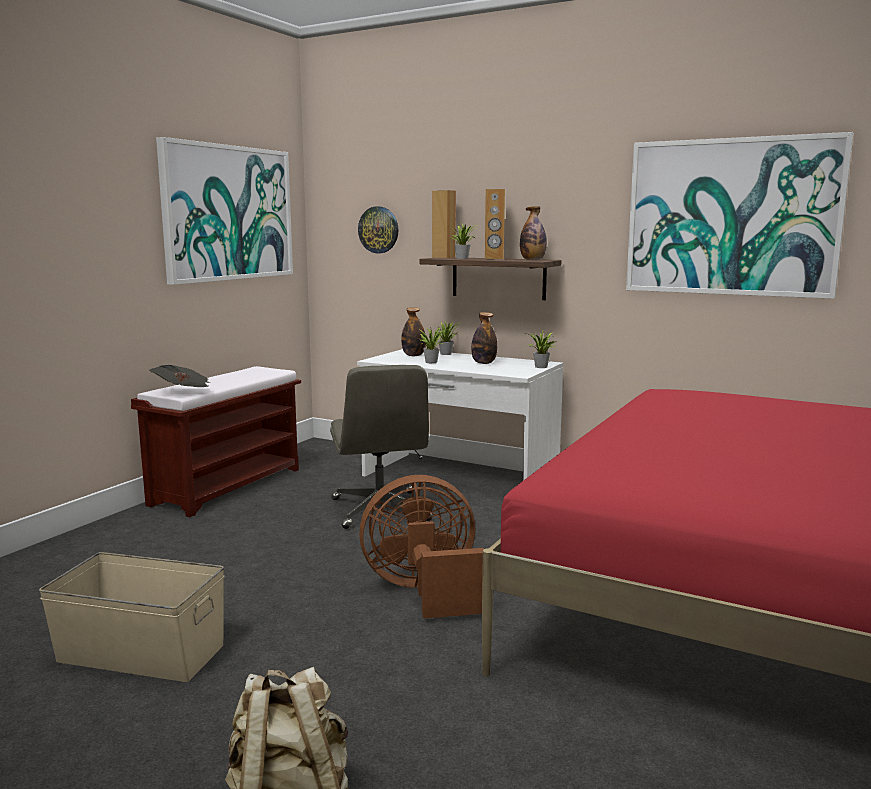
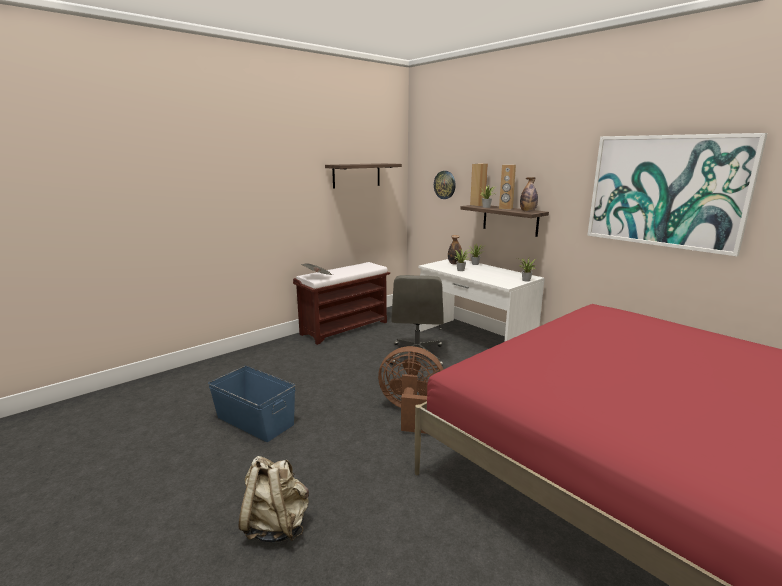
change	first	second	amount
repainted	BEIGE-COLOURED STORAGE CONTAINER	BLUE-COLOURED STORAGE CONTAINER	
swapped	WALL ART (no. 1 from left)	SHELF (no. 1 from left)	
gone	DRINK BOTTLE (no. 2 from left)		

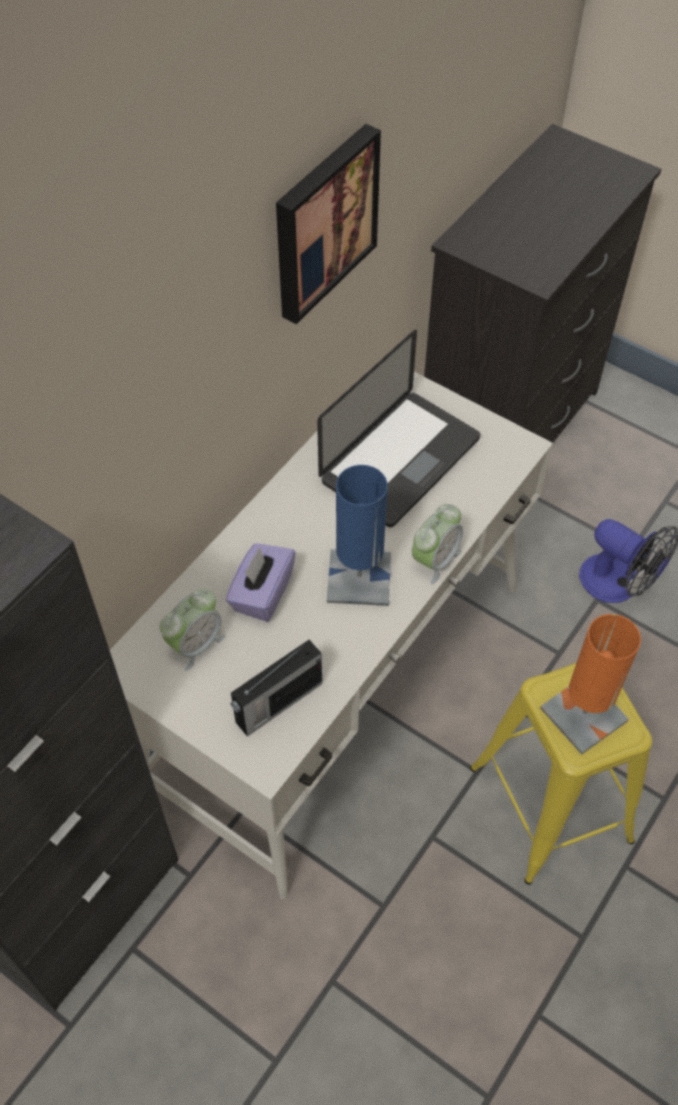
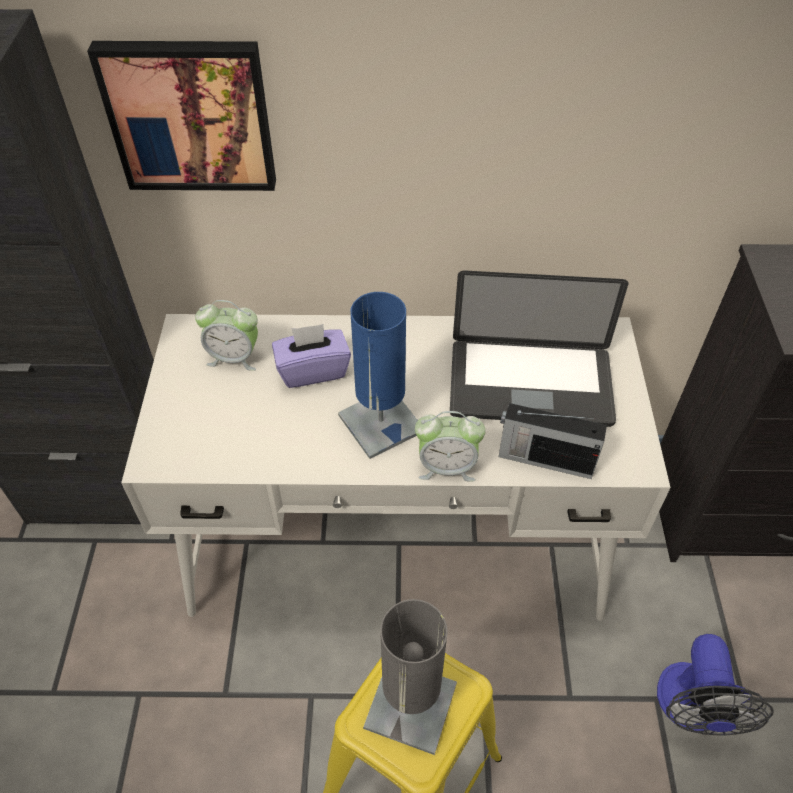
change	first	second	amount
shifted	WALL ART		
repainted	ORANGE TABLE LAMP	GREY TABLE LAMP	
shifted	RADIO		

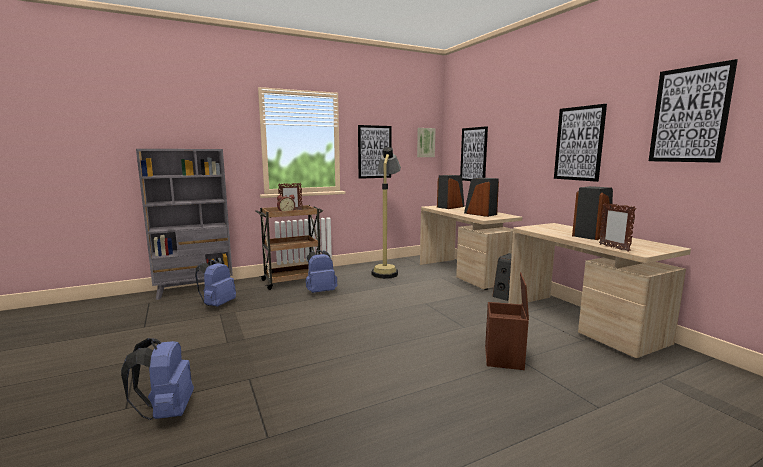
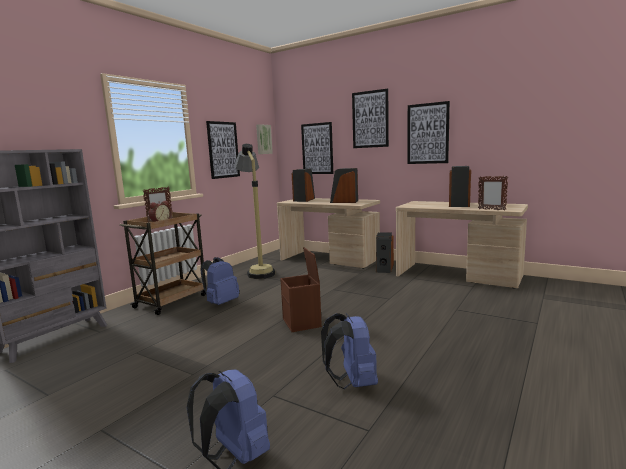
change	first	second	amount
shifted	BROWN STORAGE CONTAINER		
shifted	BLUE-COLOURED RUCKSACK (no. 2 from left in the first image)	BLUE-COLOURED RUCKSACK (no. 3 from left)	
shifted	WALL ART (no. 5 from left in the first image)	WALL ART (no. 4 from left)	

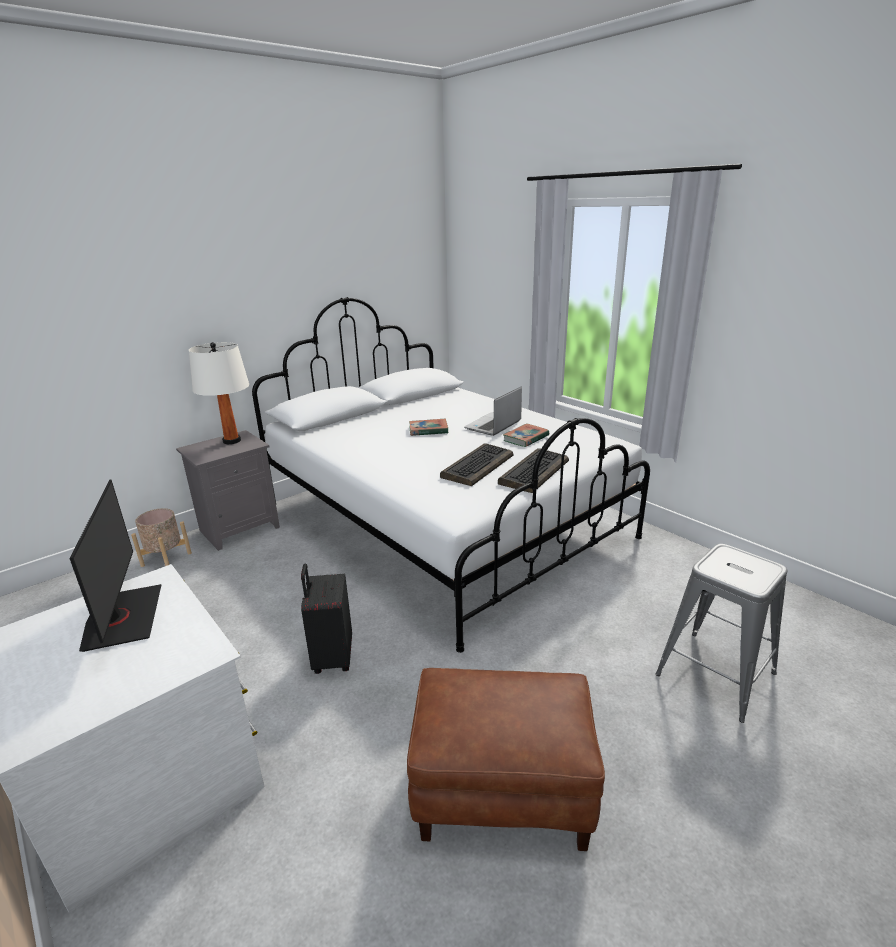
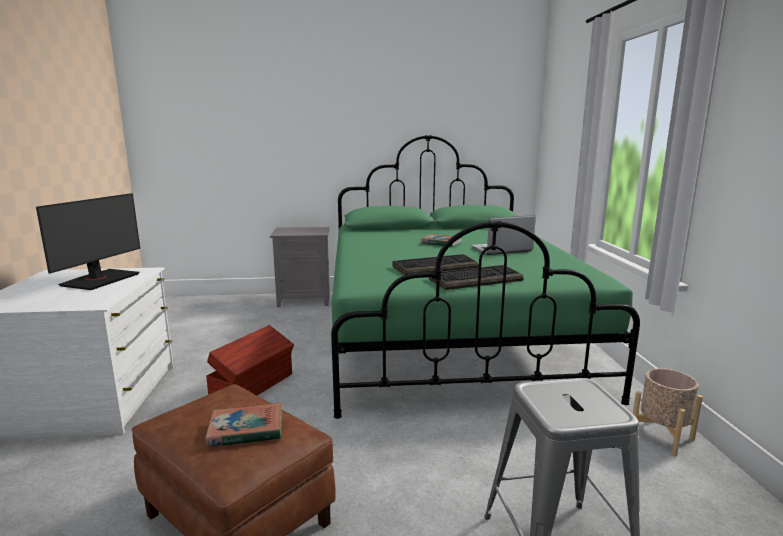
change	first	second	amount
swapped	BLACKISH SUITCASE	BROWN STORAGE CONTAINER	
shifted	BOOK (no. 2 from left in the first image)	BOOK (no. 1 from left)	
repainted	WHITE-COLOURED BEDROOM BED	GREENISH BEDROOM BED	
shifted	BEIGE-COLOURED PLANTER		
gone	WHITE-COLOURED TABLE LAMP		

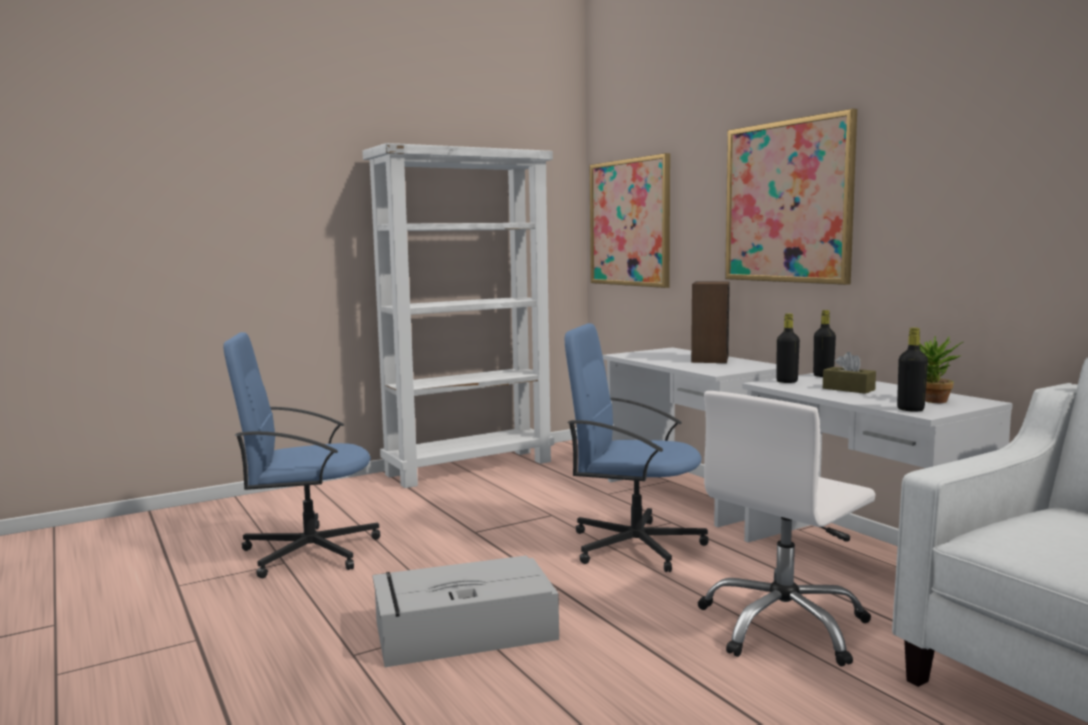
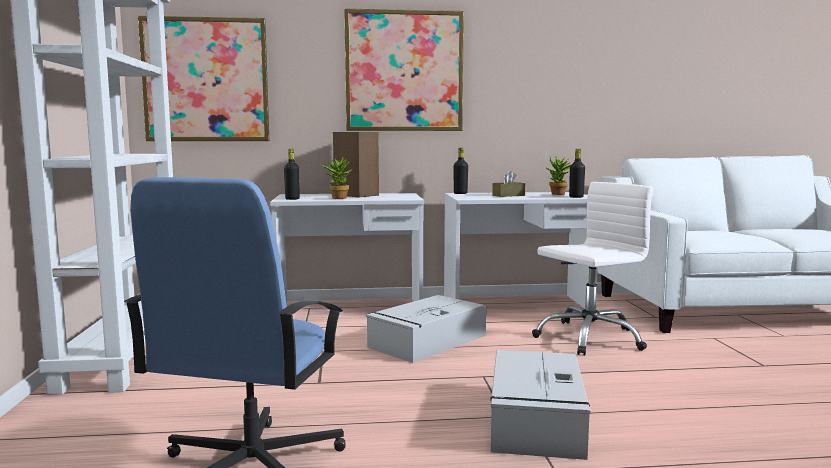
change	first	second	amount
shifted	BLACKISH DRINK BOTTLE (no. 1 from left)		
new		HOUSEPLANT (no. 1 from left)	
swapped	BLUE-COLOURED OFFICE CHAIR (no. 2 from left)	GREY STORAGE CONTAINER (no. 1 from left)	
rotated	WHITE-COLOURED OFFICE CHAIR		105 degrees counterclockwise

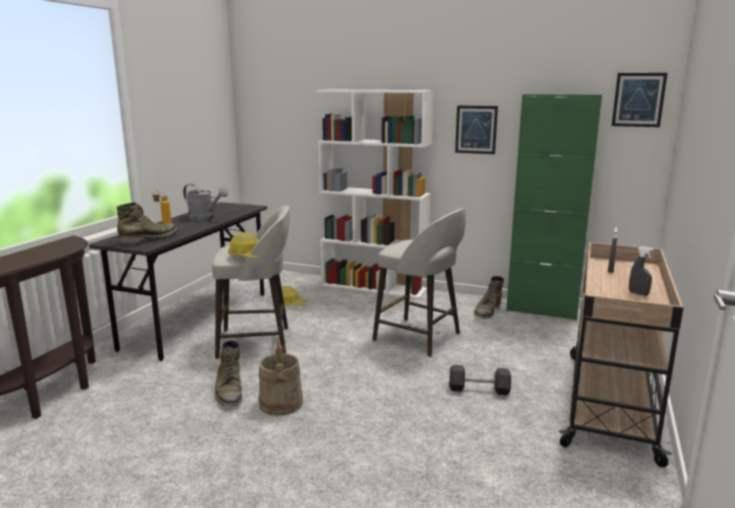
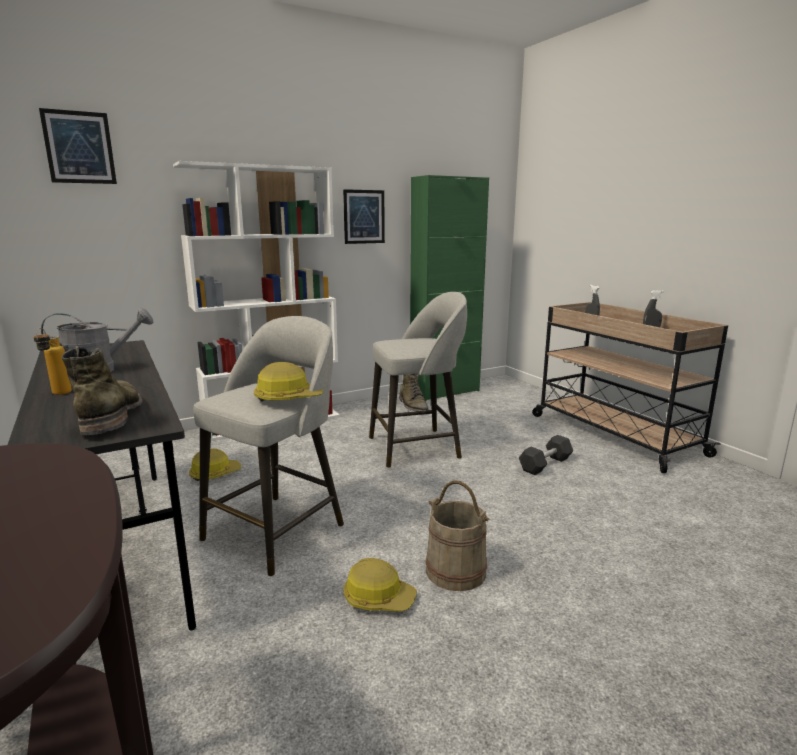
change	first	second	amount
shifted	WALL ART (no. 2 from left in the first image)	WALL ART (no. 1 from left)	
swapped	GREENISH TALL BOOT (no. 2 from left)	HARD HAT (no. 3 from left)	

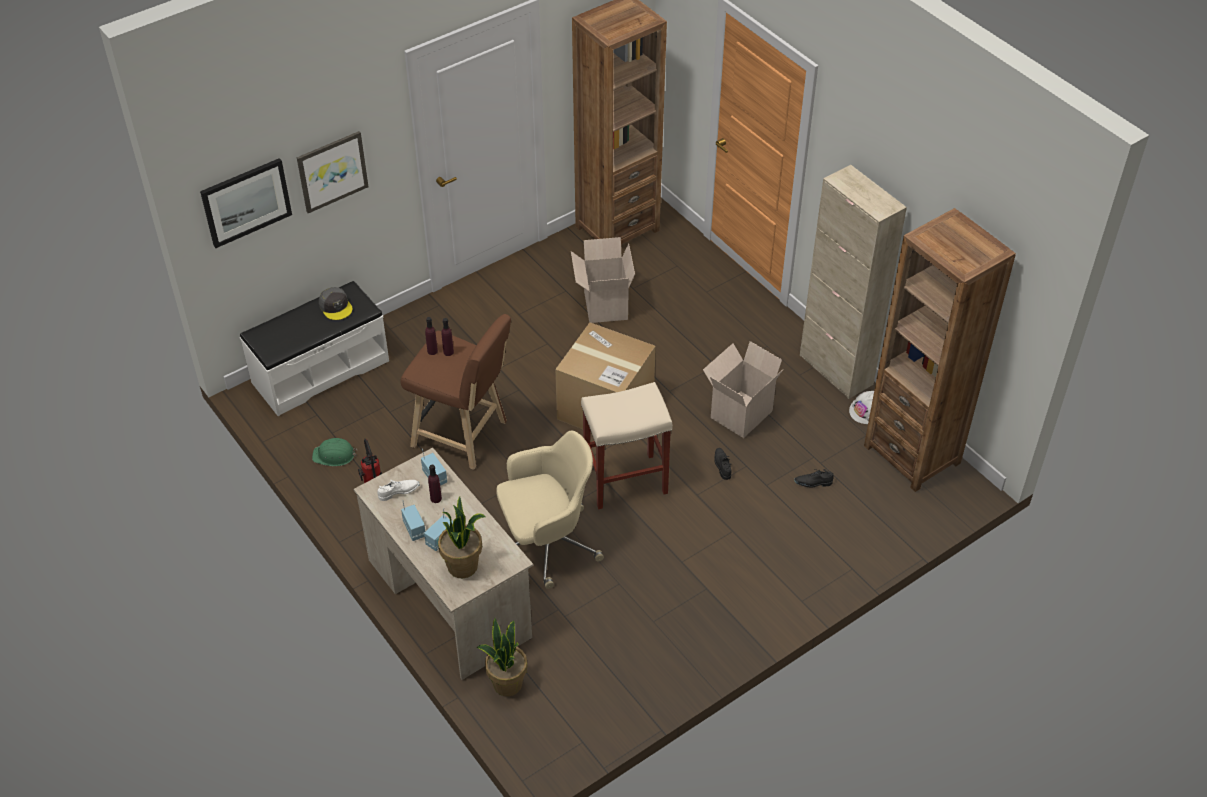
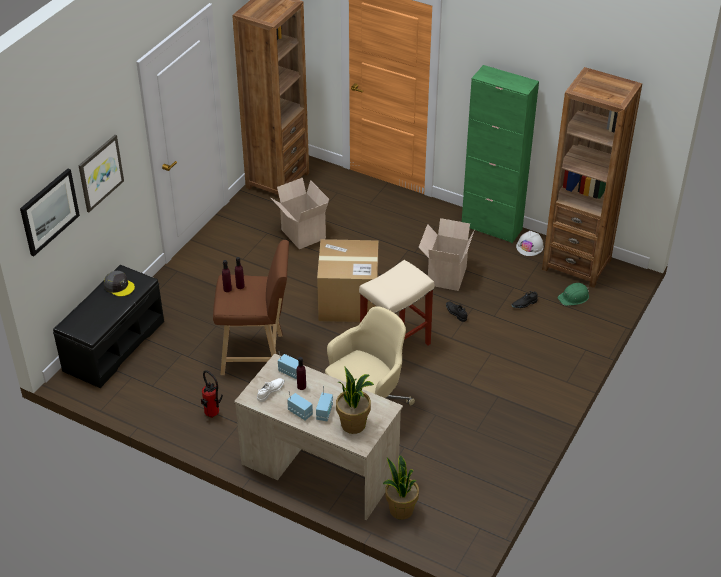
change	first	second	amount
repainted	WHITE-COLOURED LONG SEAT	BLACKISH LONG SEAT	
repainted	BEIGE-COLOURED STORAGE CABINET	GREENISH STORAGE CABINET	
shifted	GREENISH HARD HAT		

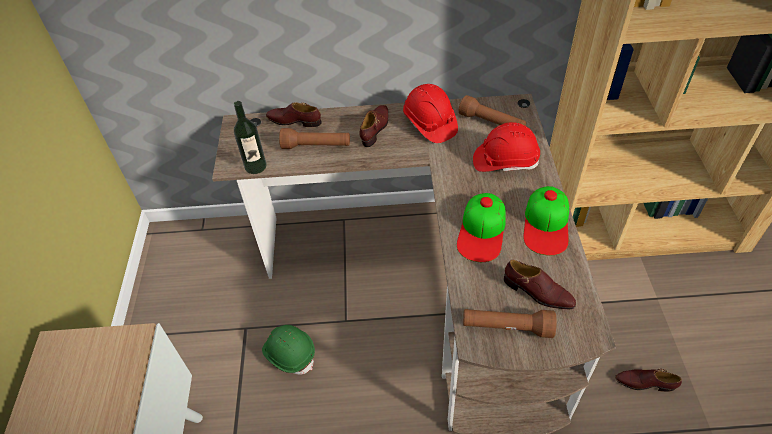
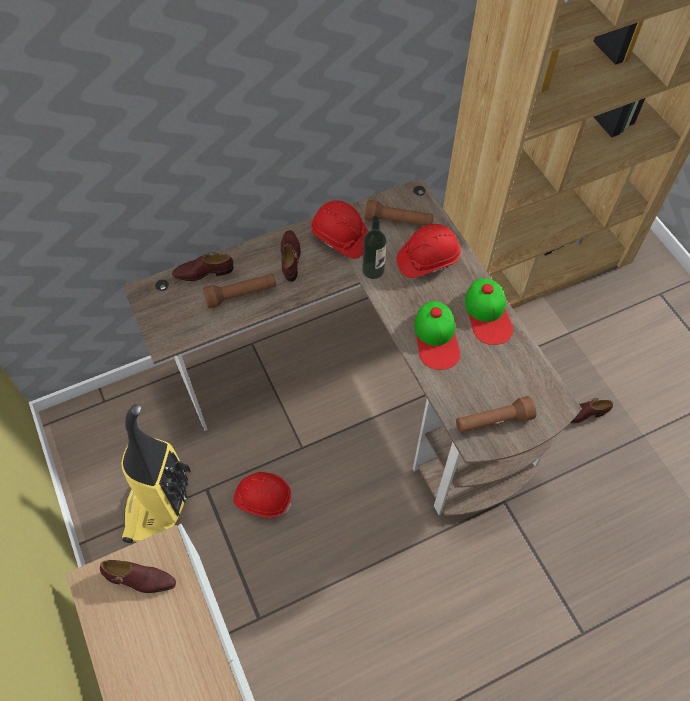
change	first	second	amount
shifted	BROWN LOW SHOE (no. 3 from left in the first image)	BROWN LOW SHOE (no. 1 from left)	
new		HOOVER	
repainted	GREENISH HARD HAT	RED-COLOURED HARD HAT (no. 1 from left)	
shifted	DRINK BOTTLE		

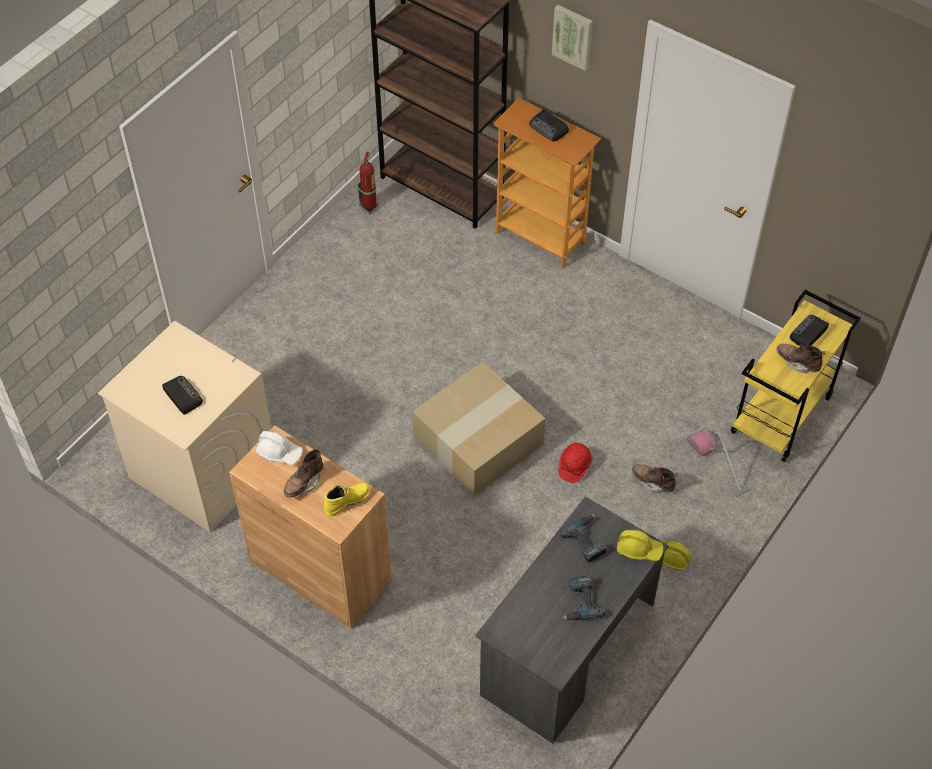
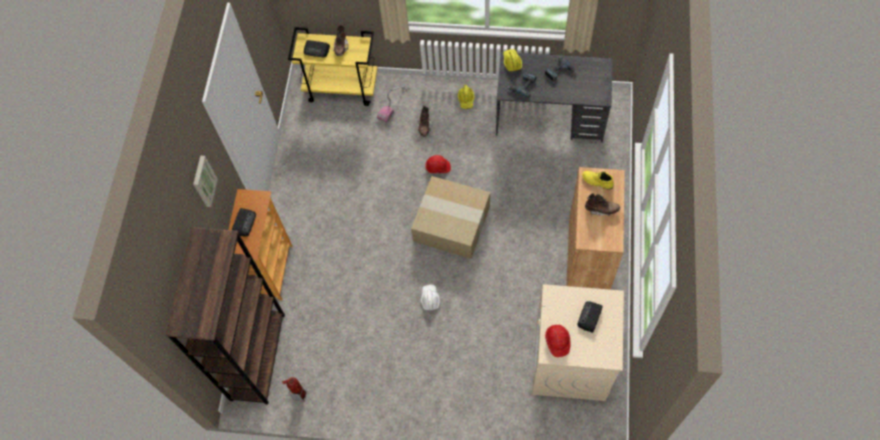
change	first	second	amount
shifted	WHITE-COLOURED HARD HAT		
new		RED-COLOURED HARD HAT (no. 2 from left)	

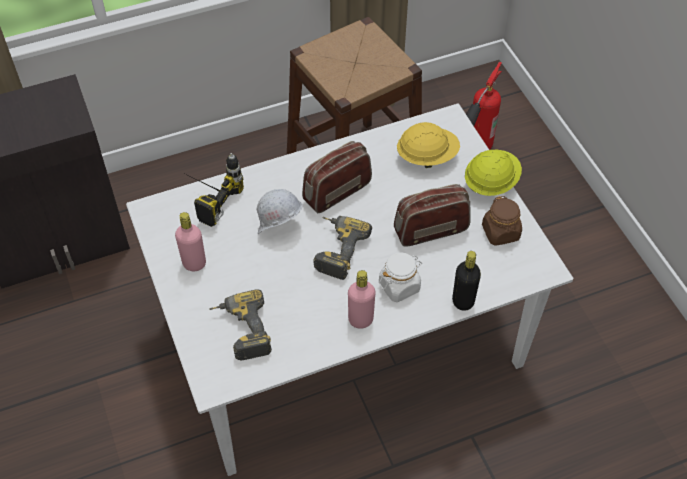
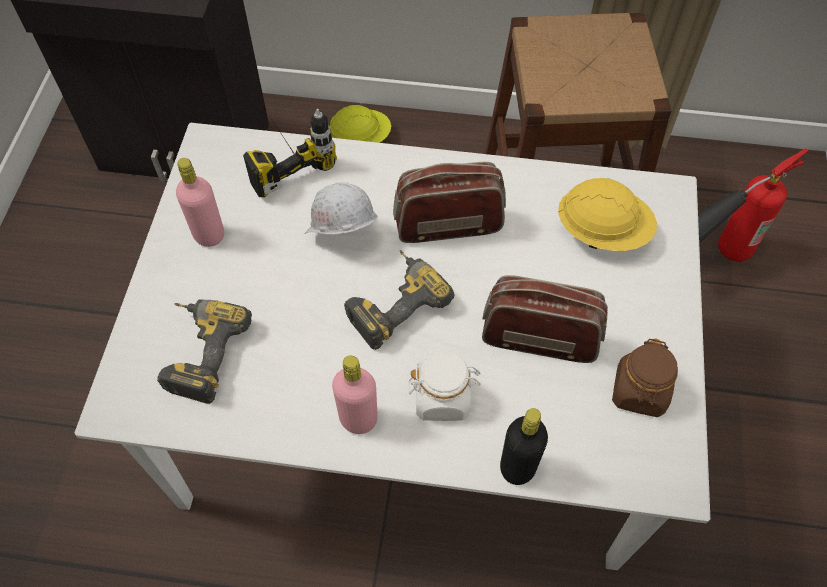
change	first	second	amount
shifted	YELLOW-COLOURED HARD HAT (no. 2 from left in the first image)	YELLOW-COLOURED HARD HAT (no. 1 from left)	

